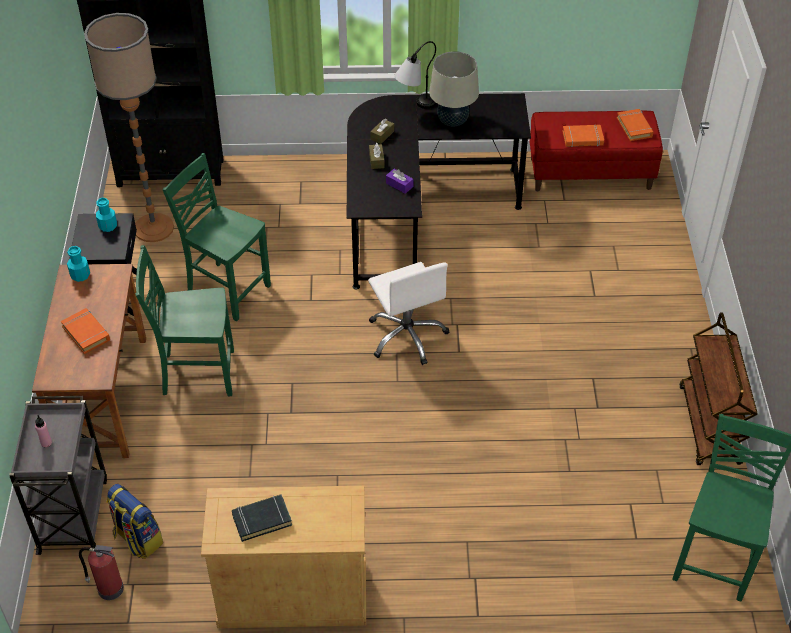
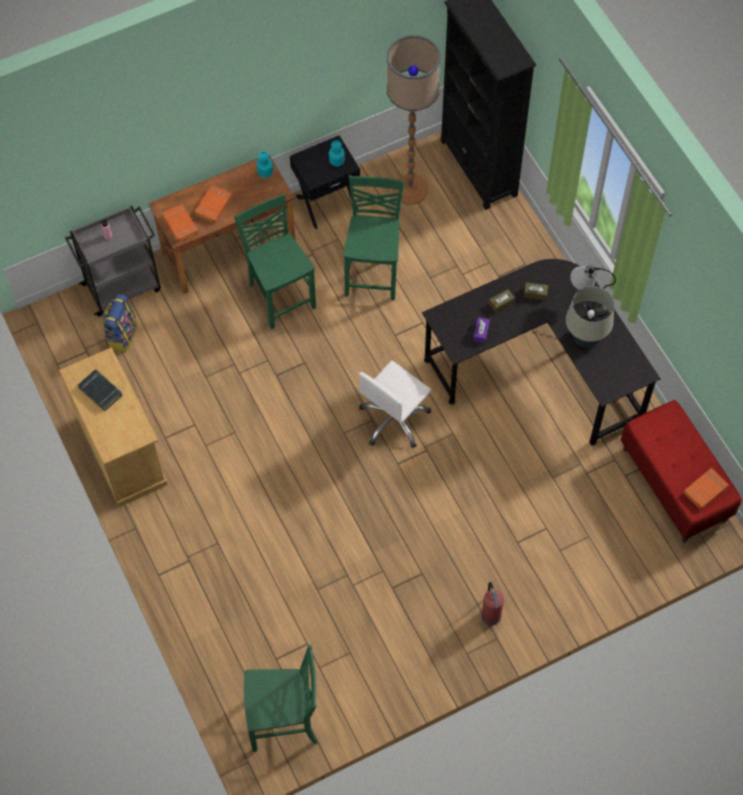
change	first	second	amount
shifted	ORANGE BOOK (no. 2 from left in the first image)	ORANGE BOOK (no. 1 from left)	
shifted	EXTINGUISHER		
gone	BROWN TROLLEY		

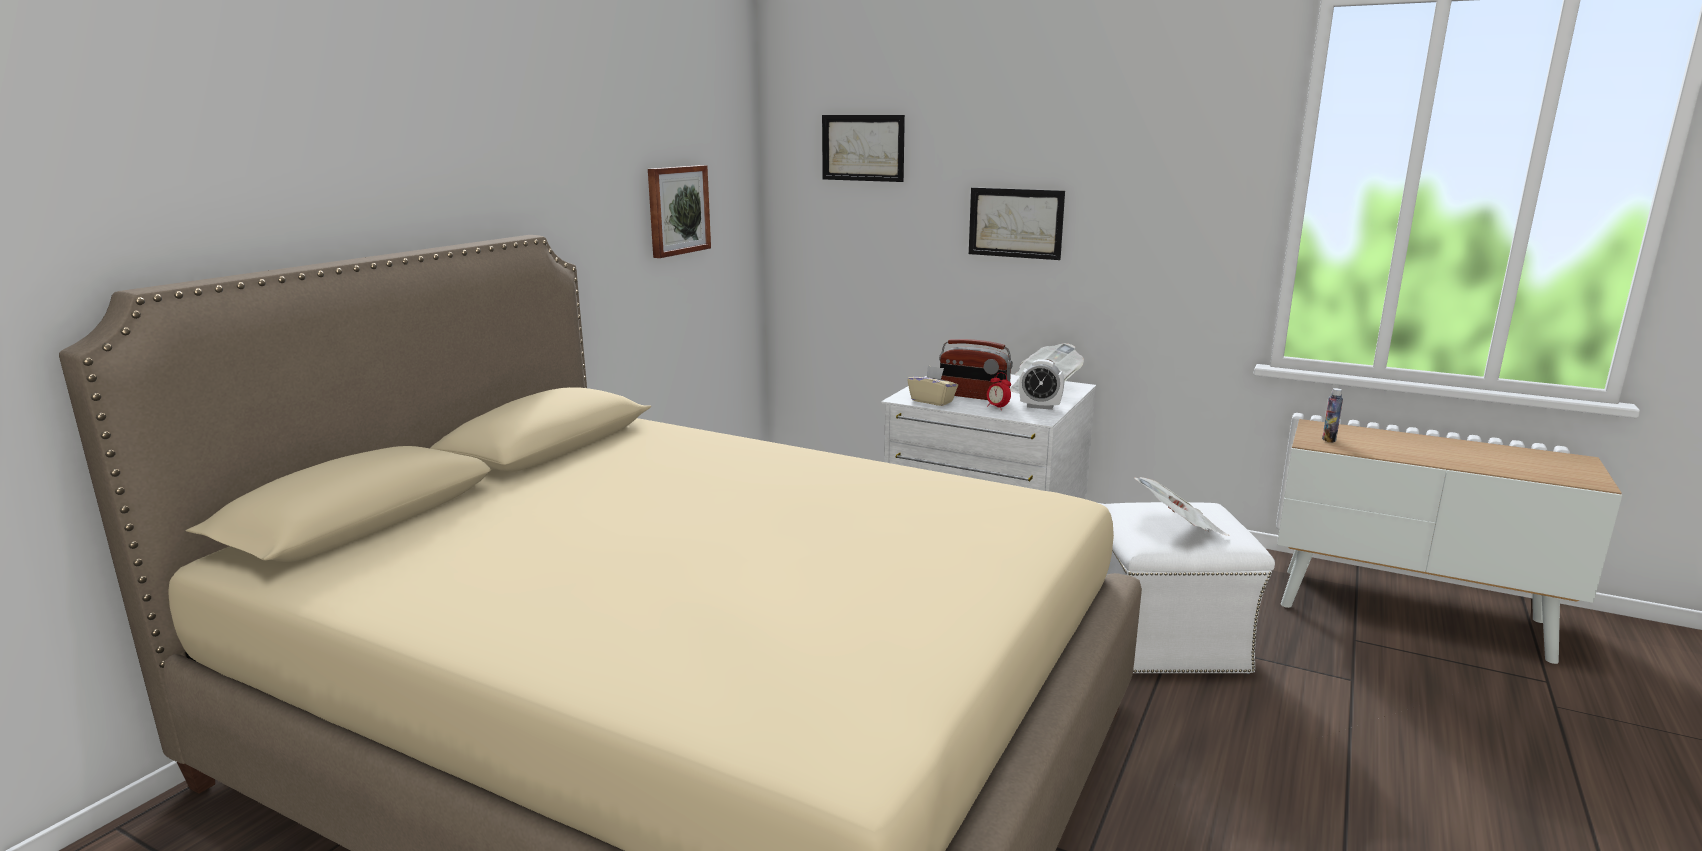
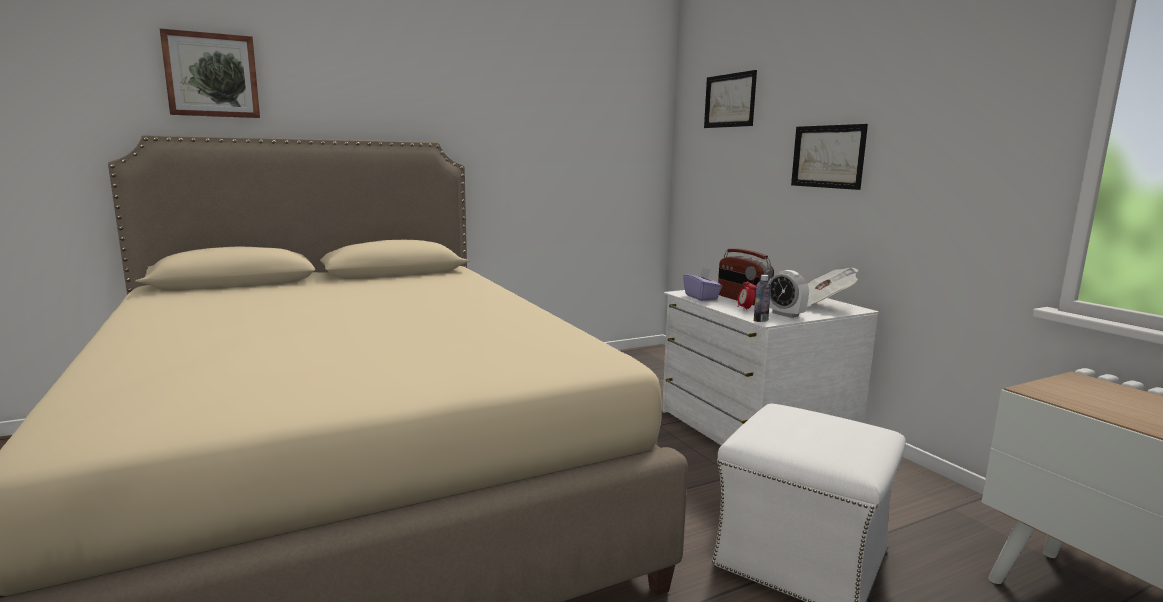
change	first	second	amount
shifted	WALL ART (no. 1 from left)		
repainted	BEIGE-COLOURED BOX OF TISSUES	PURPLISH BOX OF TISSUES	
shifted	DRINK BOTTLE		
gone	NEWSPAPER (no. 2 from left)		

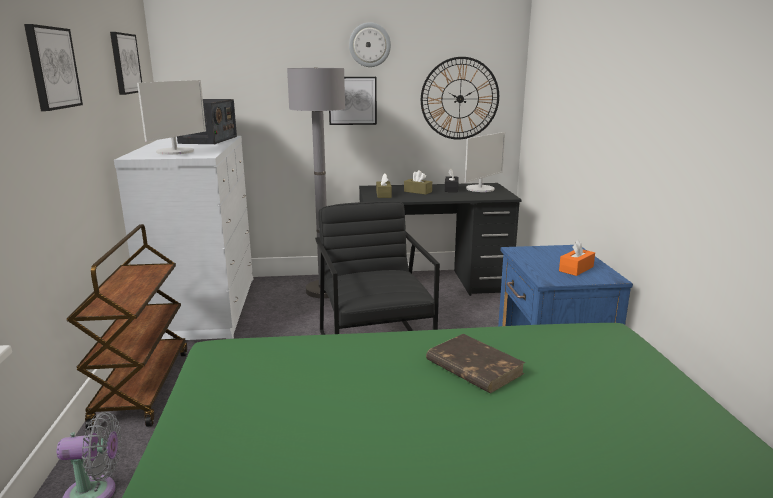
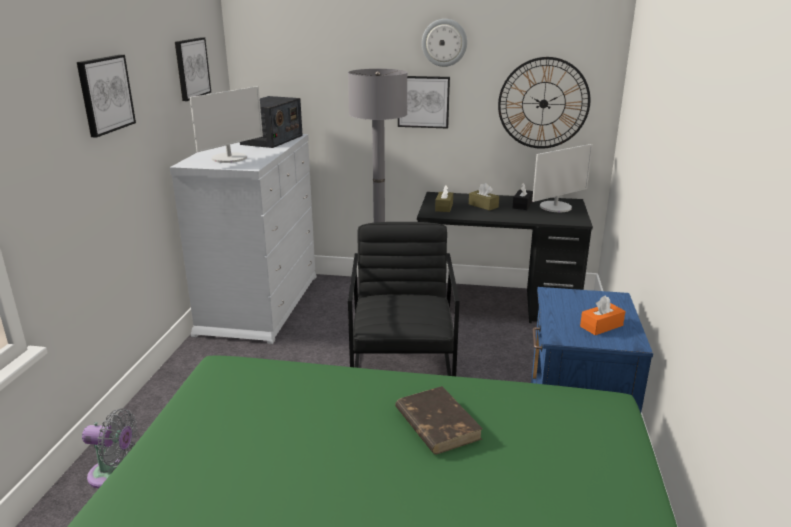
change	first	second	amount
gone	BROWN TROLLEY		

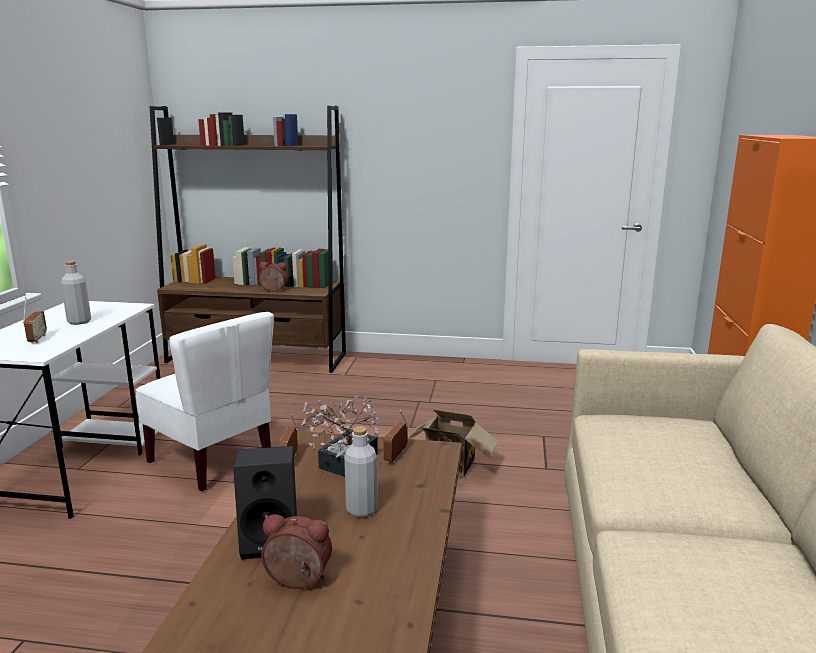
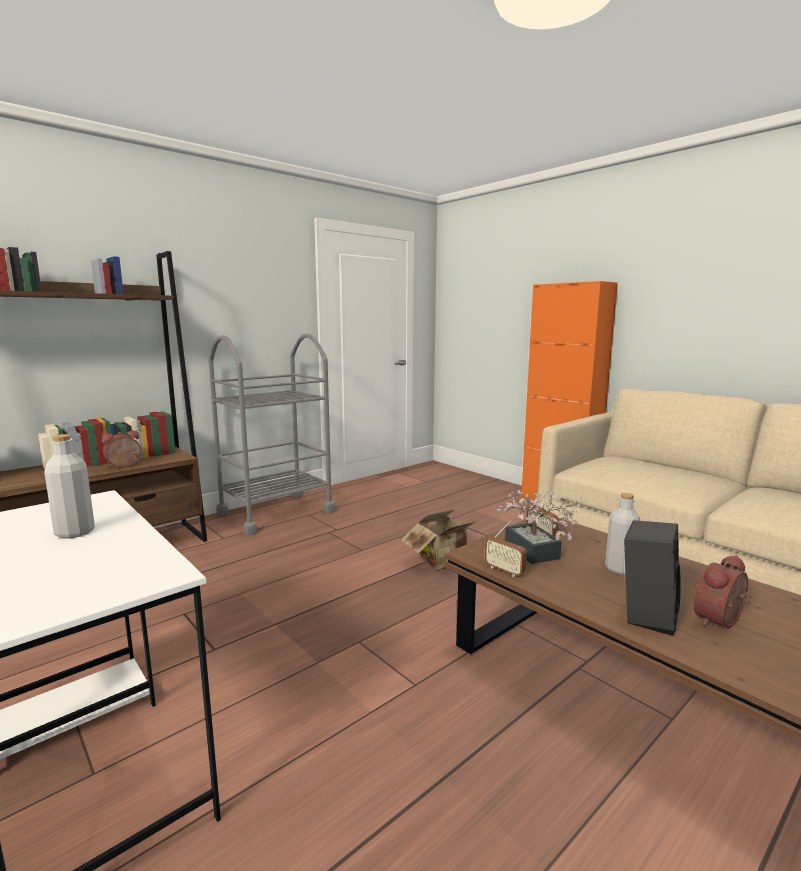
change	first	second	amount
new		GREY TROLLEY	
gone	RADIO (no. 1 from left)		
gone	WHITE-COLOURED UPRIGHT CHAIR		

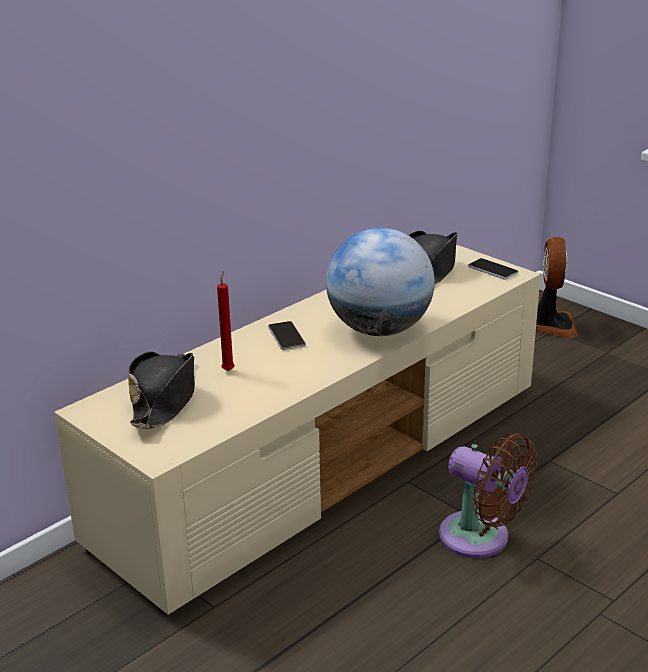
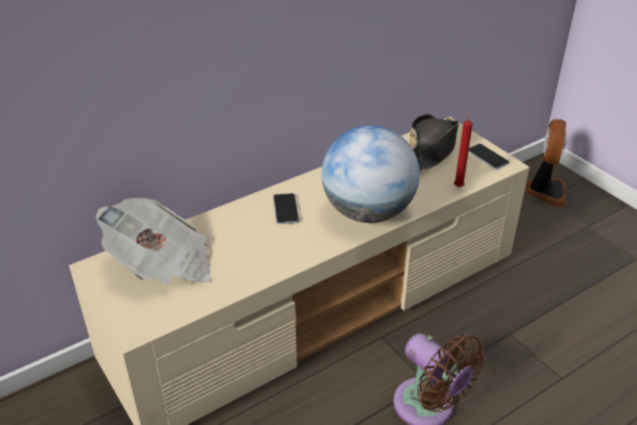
change	first	second	amount
swapped	BLACKISH CLOTHING HAT (no. 1 from left)	NEWSPAPER	
shifted	RED-COLOURED WAX LIGHT		

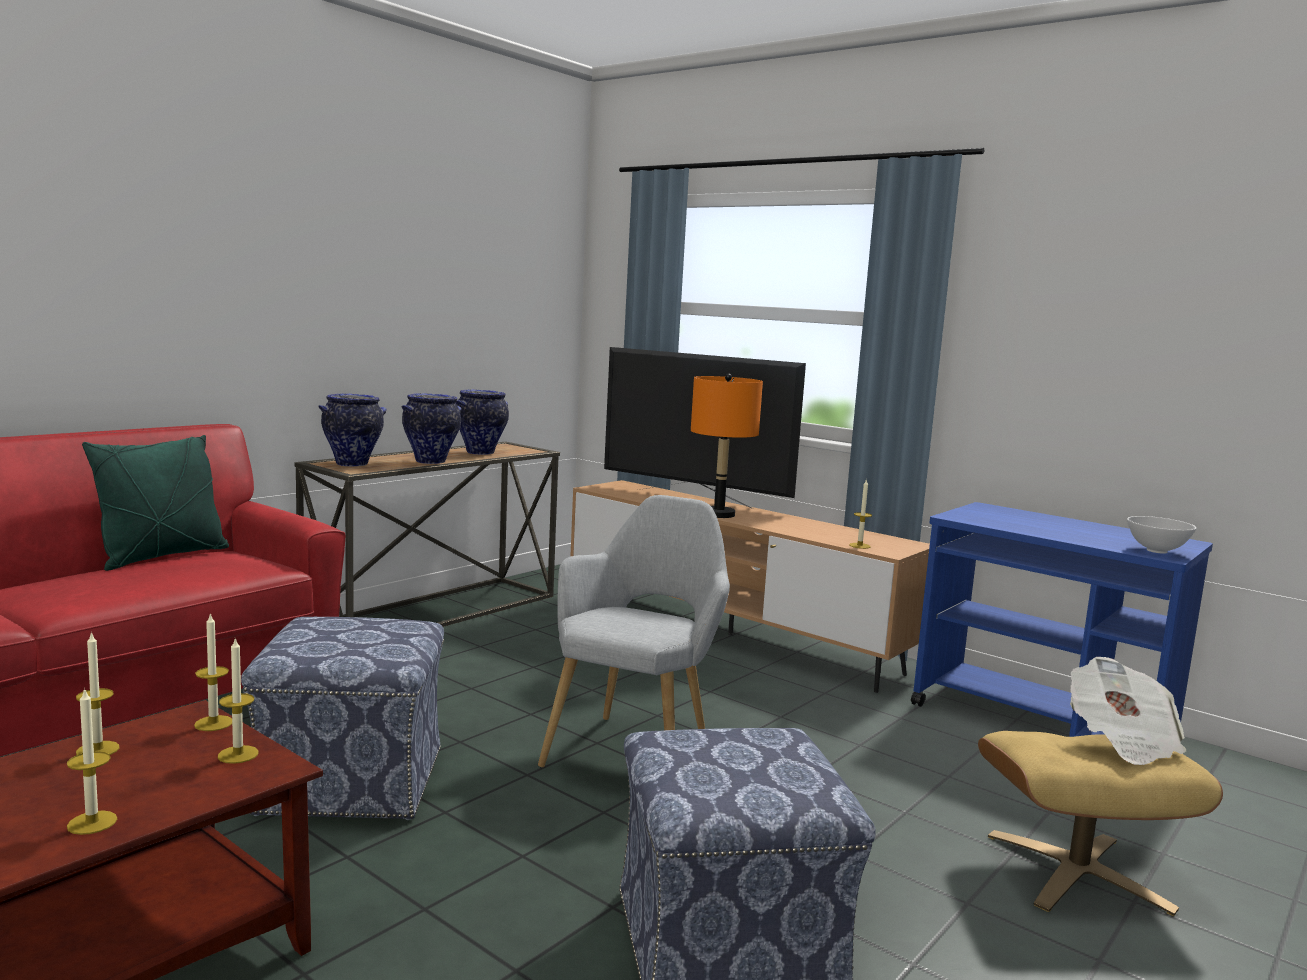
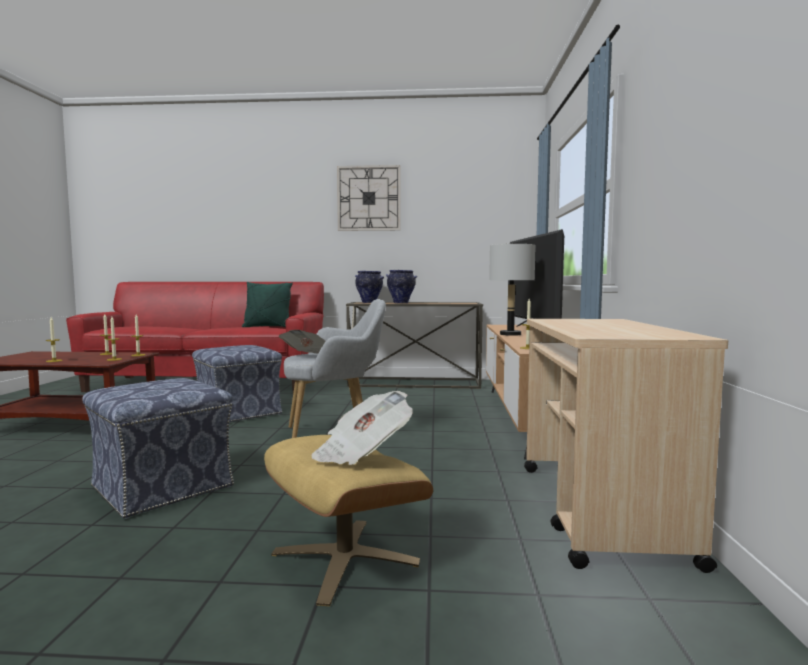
change	first	second	amount
new		NEWSPAPER (no. 1 from left)	
new		CLOCK ON THE WALL	
repainted	ORANGE TABLE LAMP	GREY TABLE LAMP	
repainted	BLUE-COLOURED TROLLEY	BEIGE-COLOURED TROLLEY	
gone	DECORATIVE VASE (no. 3 from left)		
gone	WHITE-COLOURED BOWL		

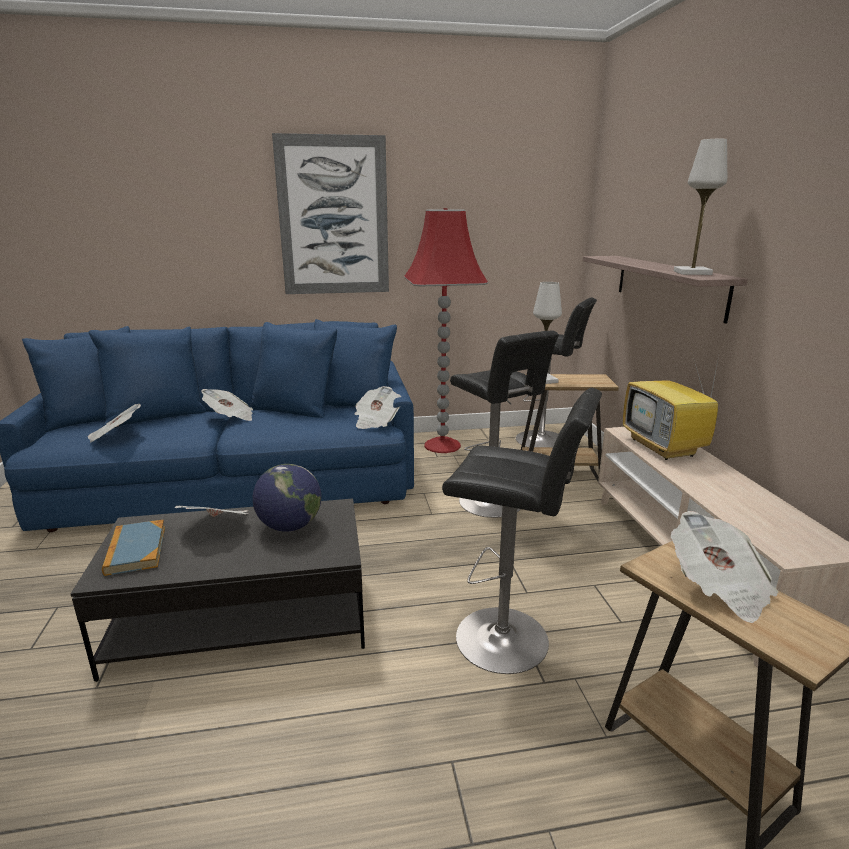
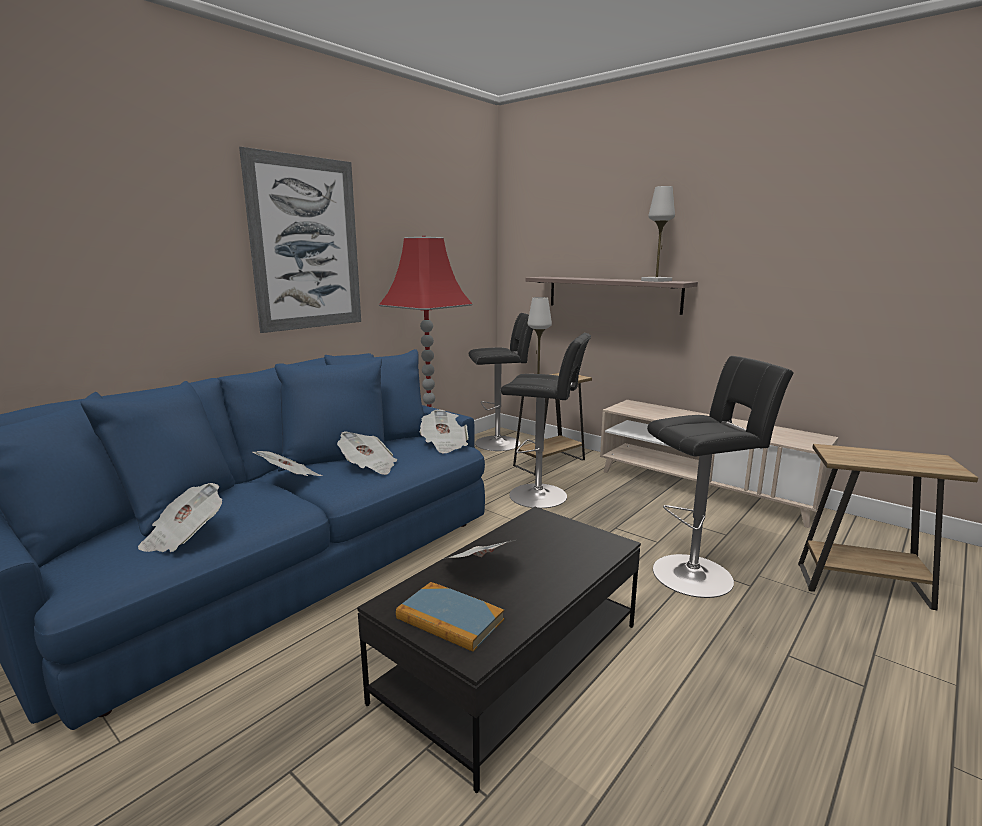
change	first	second	amount
shifted	NEWSPAPER (no. 5 from left in the first image)	NEWSPAPER (no. 3 from left)	
gone	GLOBE		
gone	TELEVISION		

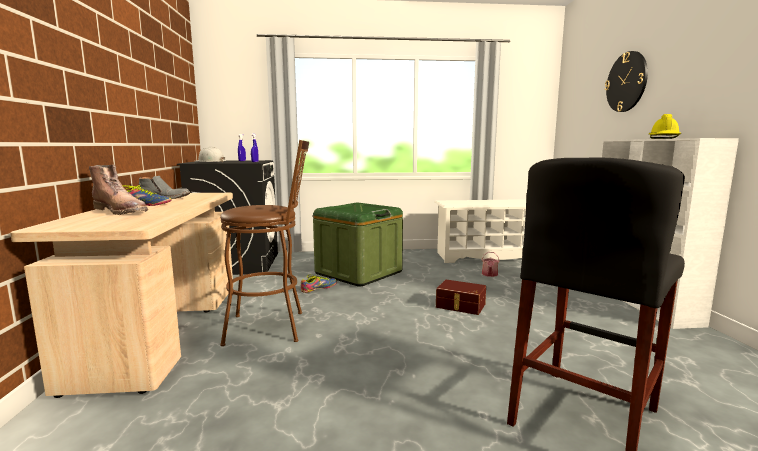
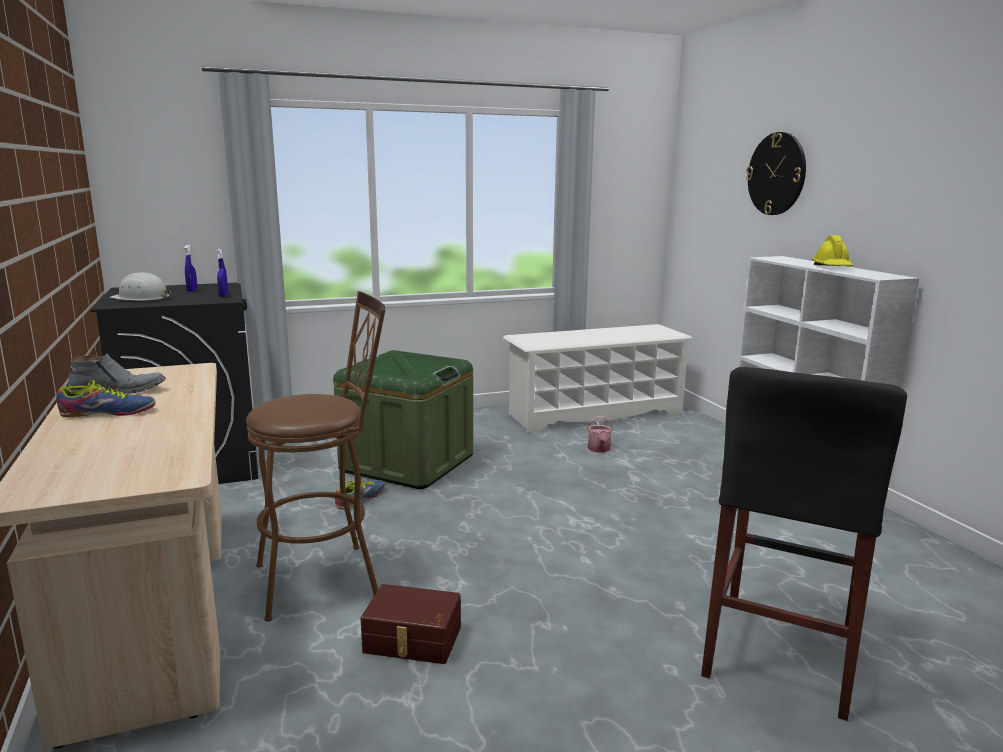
change	first	second	amount
shifted	BROWN STORAGE CONTAINER		
gone	BROWN TALL BOOT		

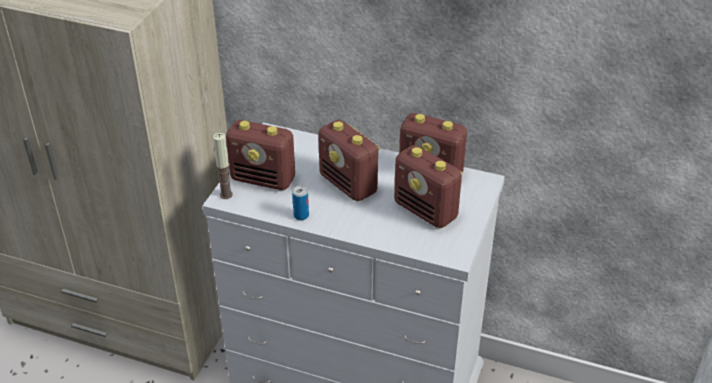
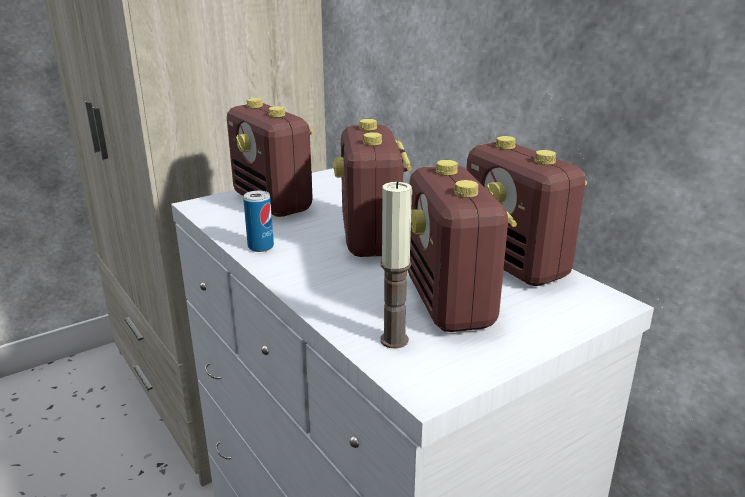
change	first	second	amount
shifted	WAX LIGHT		

